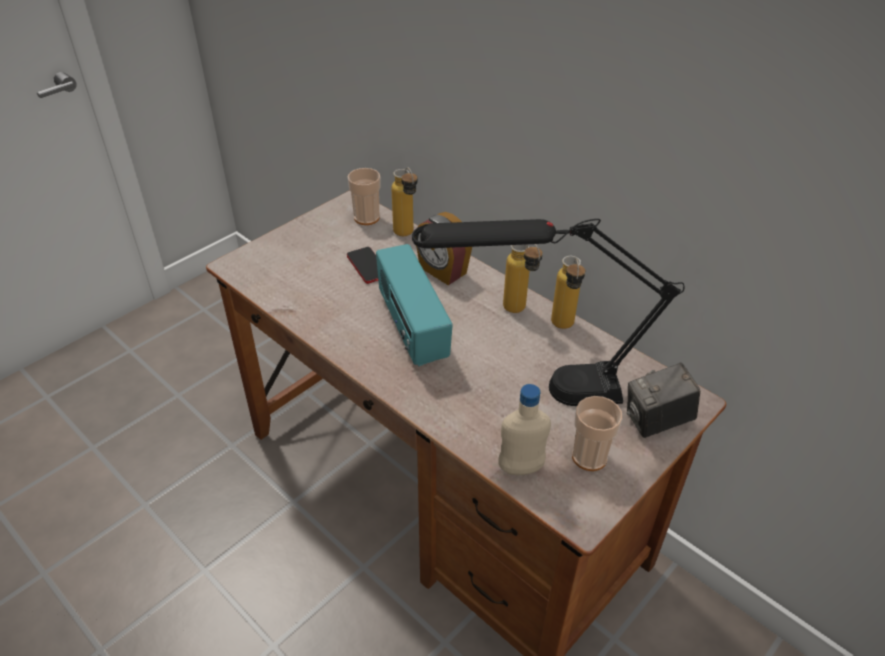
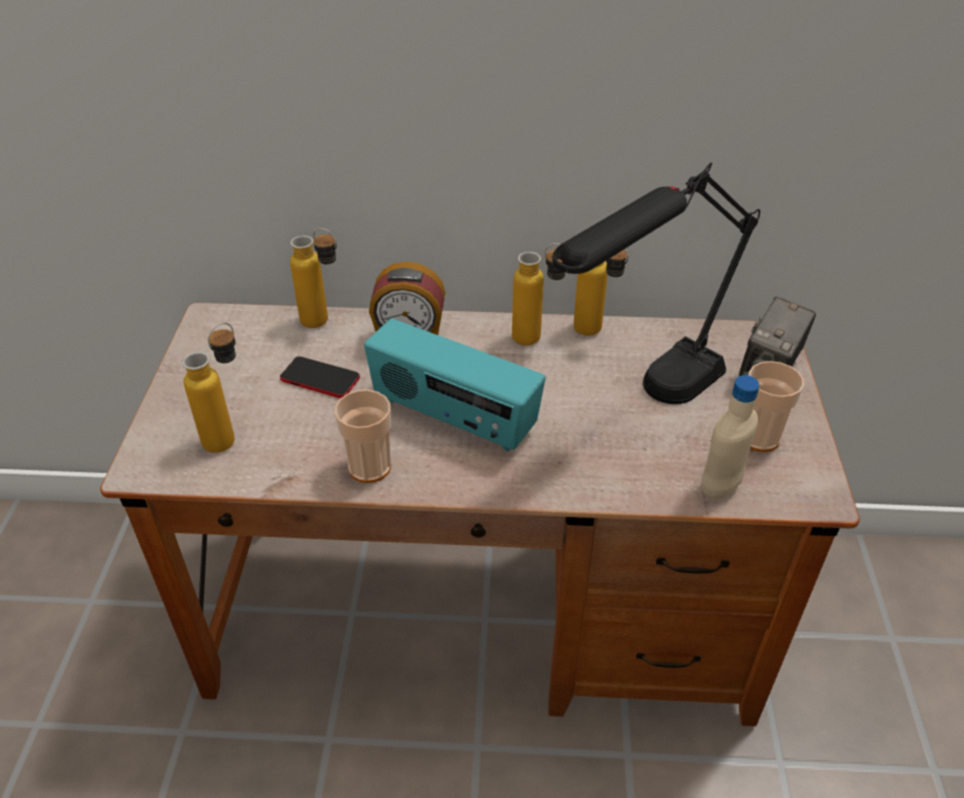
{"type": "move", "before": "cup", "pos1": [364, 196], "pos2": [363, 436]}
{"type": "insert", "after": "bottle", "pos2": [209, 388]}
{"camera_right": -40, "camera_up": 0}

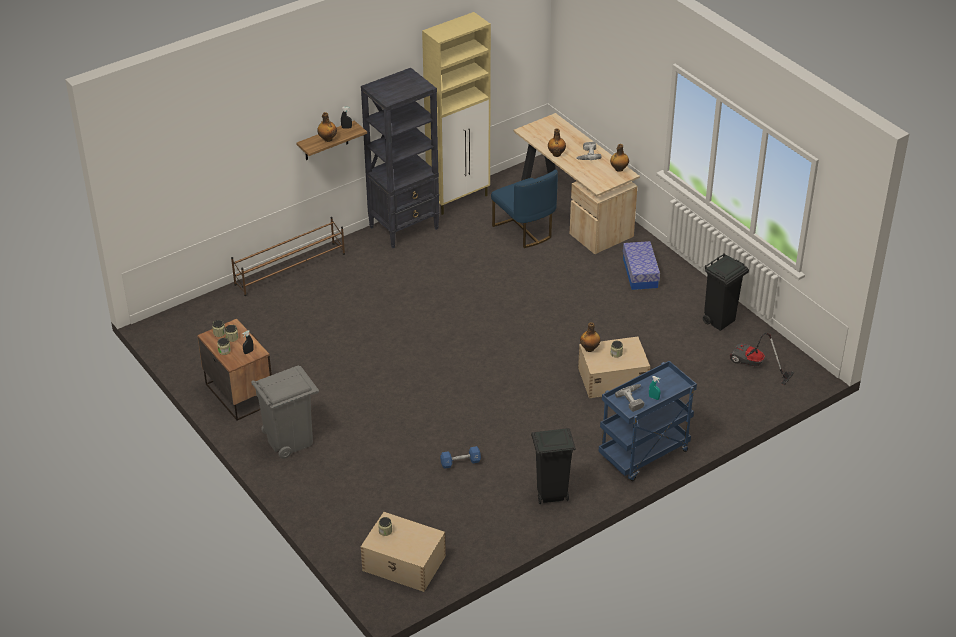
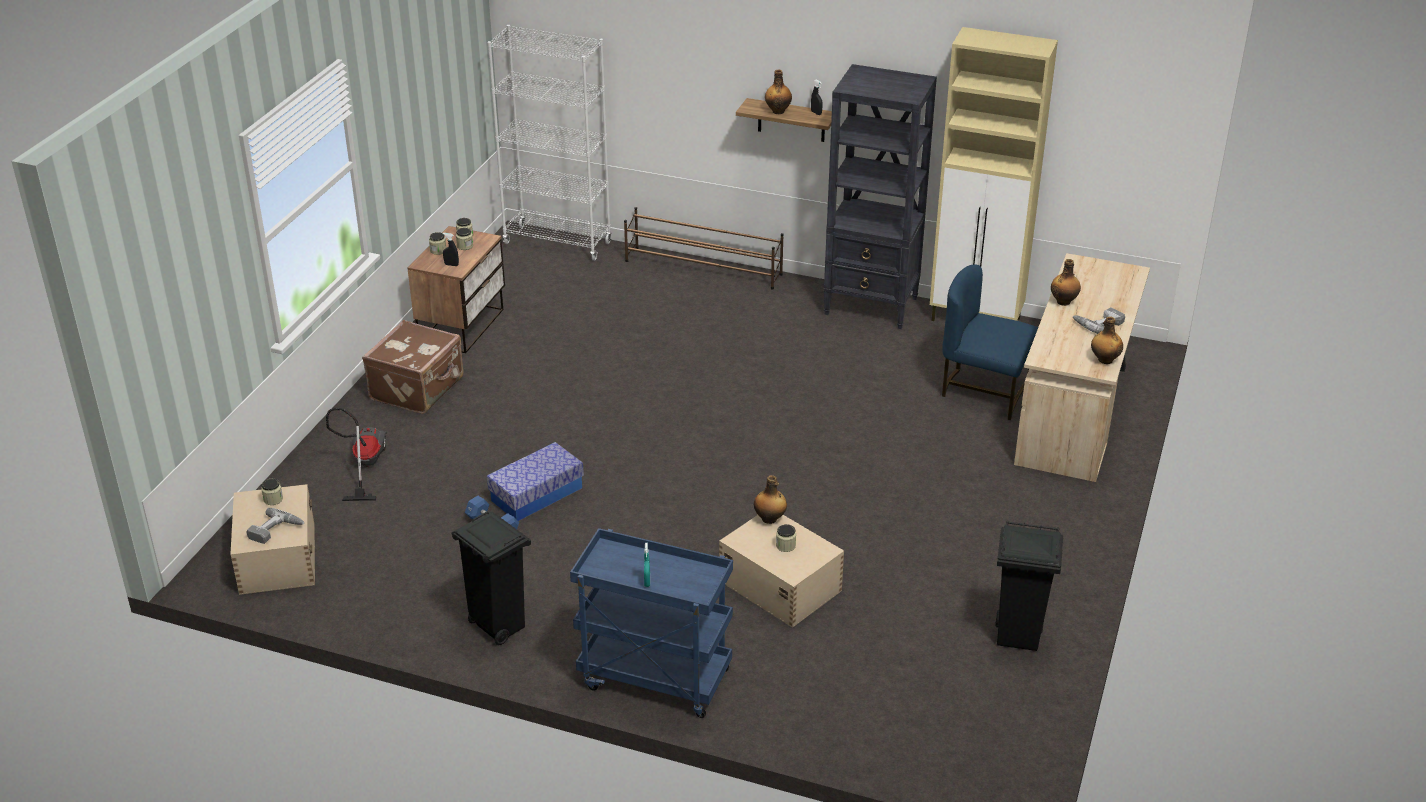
{"type": "rotate", "before": "blue chair", "pos1": [524, 209], "pos2": [990, 342], "turn": 90}
{"type": "move", "before": "storage box", "pos1": [641, 265], "pos2": [535, 481]}
{"type": "move", "before": "vacuum cleaner", "pos1": [762, 359], "pos2": [356, 454]}
{"type": "replace", "before": "grey trash can", "after": "brown suitcase", "pos1": [285, 412], "pos2": [413, 367]}
{"type": "move", "before": "power drill", "pos1": [629, 398], "pos2": [275, 526]}
{"type": "insert", "after": "white bookcase", "pos2": [550, 143]}
{"camera_right": 55, "camera_up": -5}

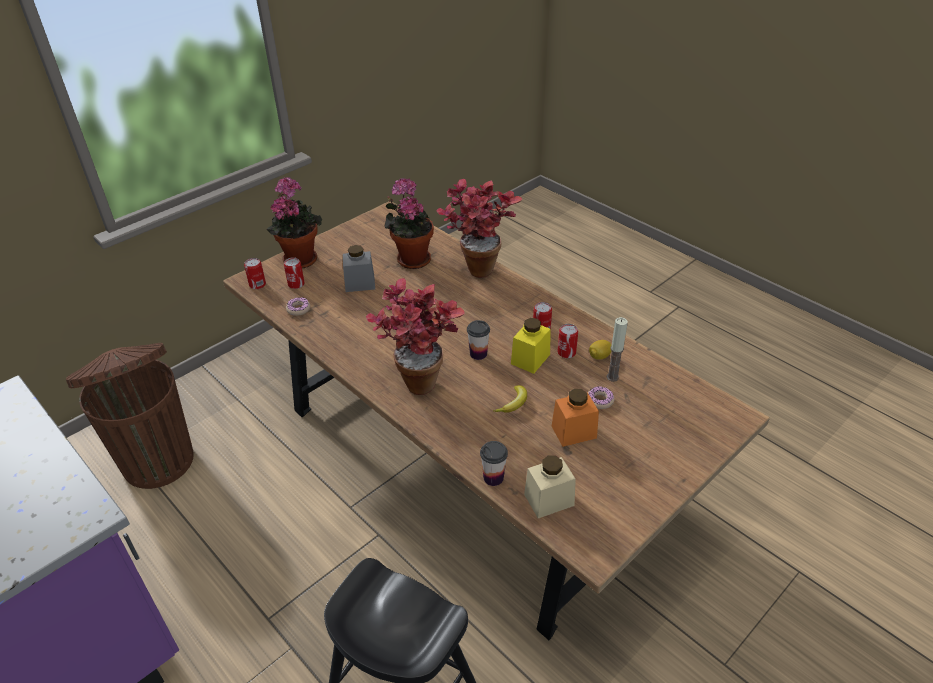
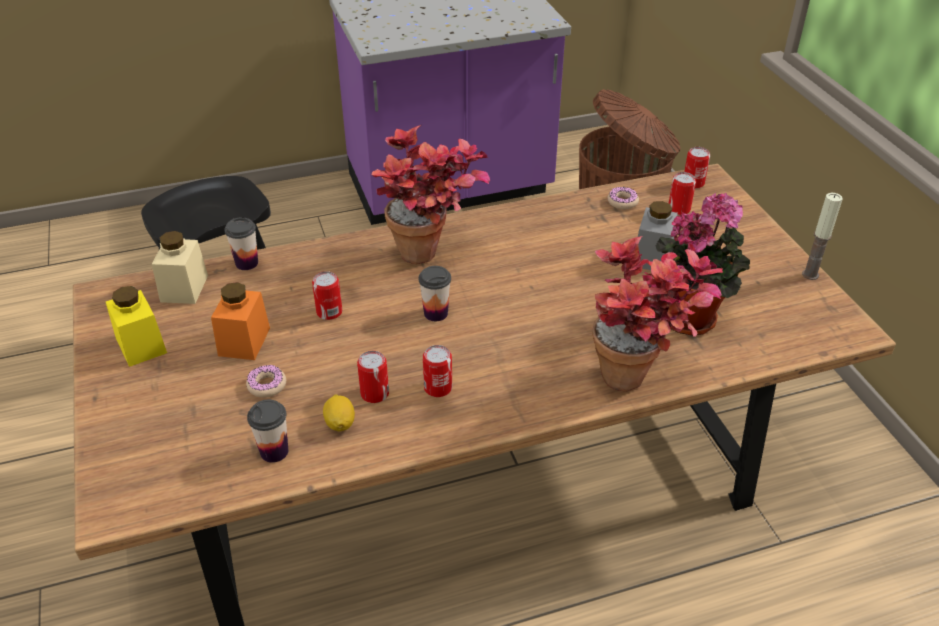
{"type": "delete", "before": "potted plant", "pos1": [294, 222]}
{"type": "move", "before": "candle", "pos1": [617, 349], "pos2": [822, 236]}
{"type": "move", "before": "yellow jar", "pos1": [531, 346], "pos2": [136, 326]}
{"type": "replace", "before": "banana", "after": "can", "pos1": [510, 399], "pos2": [327, 295]}
{"type": "insert", "after": "cup", "pos2": [267, 431]}
{"camera_right": 115, "camera_up": 0}

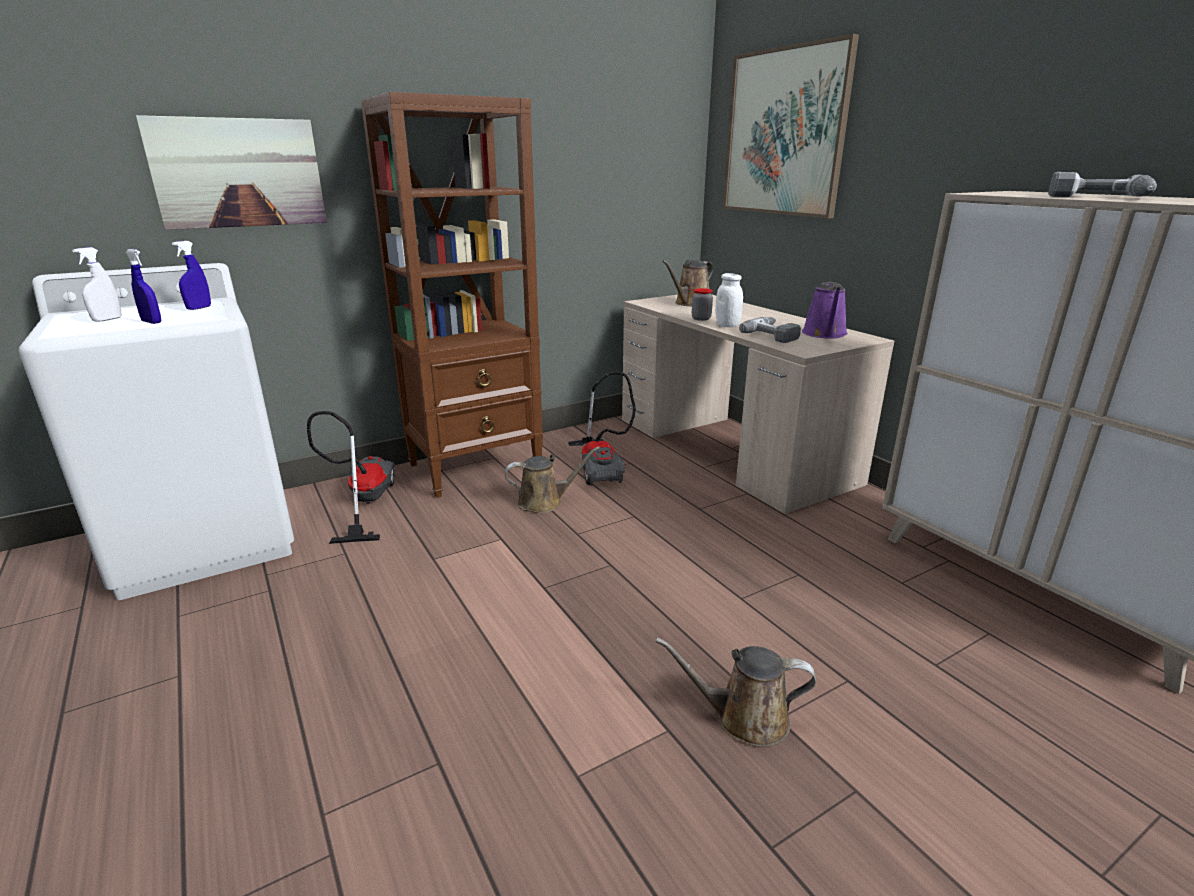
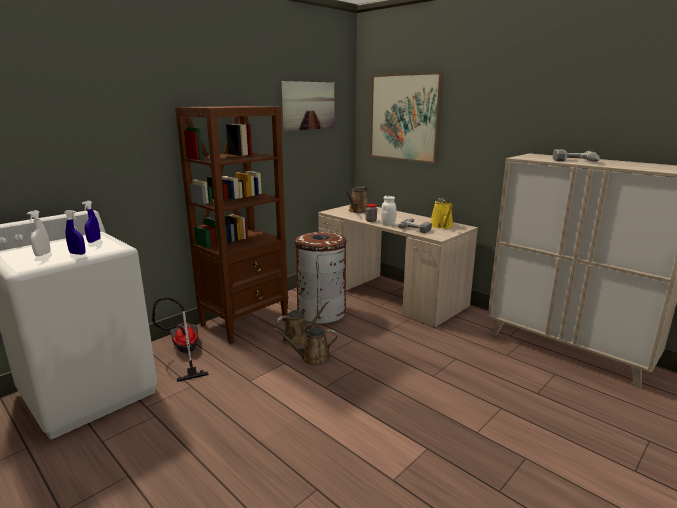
{"type": "move", "before": "picture", "pos1": [231, 172], "pos2": [308, 106]}
{"type": "recolor", "before": "purple watering can", "after": "yellow watering can", "pos1": [825, 310], "pos2": [442, 213]}
{"type": "replace", "before": "vacuum cleaner", "after": "brown trash can", "pos1": [602, 429], "pos2": [321, 278]}
{"type": "move", "before": "brown watering can", "pos1": [735, 692], "pos2": [305, 346]}
{"camera_right": -15, "camera_up": -5}

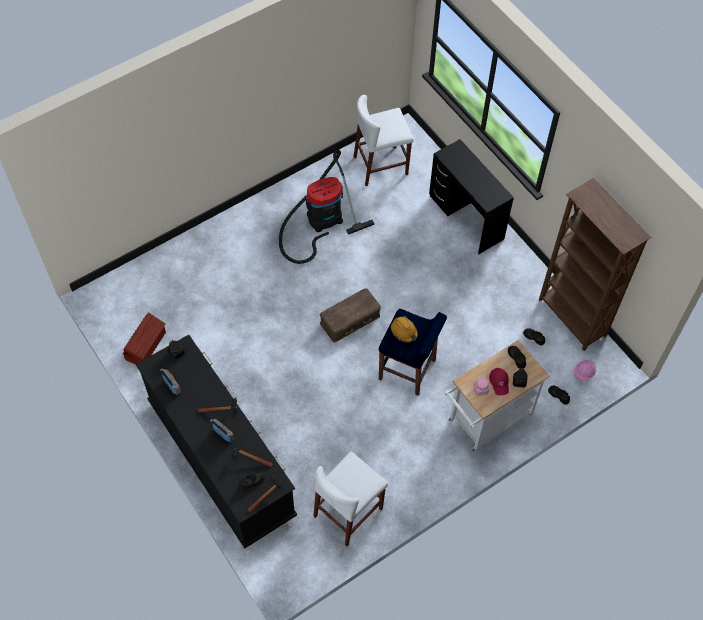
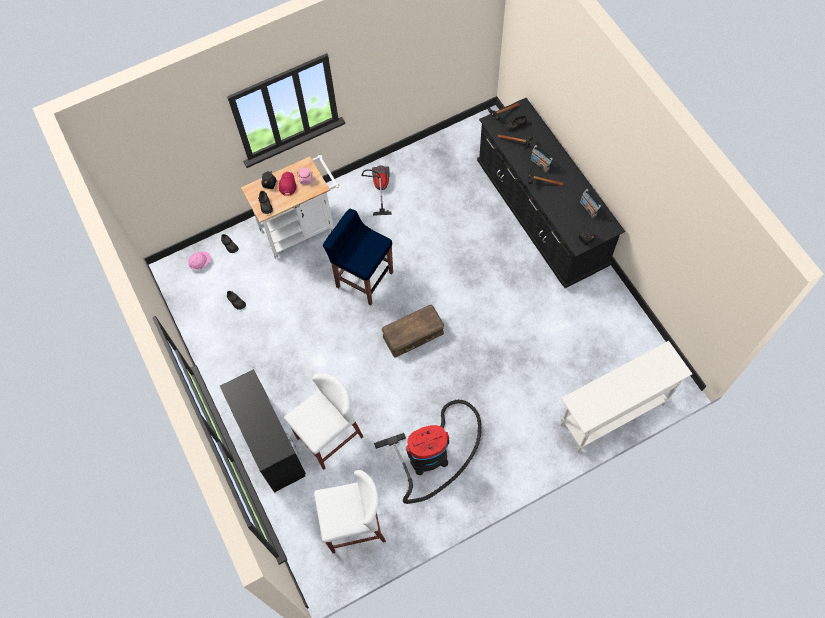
{"type": "delete", "before": "brown bookcase", "pos1": [595, 264]}
{"type": "delete", "before": "brown storage box", "pos1": [144, 338]}
{"type": "delete", "before": "orange hard hat", "pos1": [404, 329]}
{"type": "move", "before": "white stool", "pos1": [350, 499], "pos2": [324, 421]}
{"type": "insert", "after": "vacuum cleaner", "pos2": [376, 190]}
{"type": "insert", "after": "white console table", "pos2": [626, 397]}
{"camera_right": -170, "camera_up": 5}

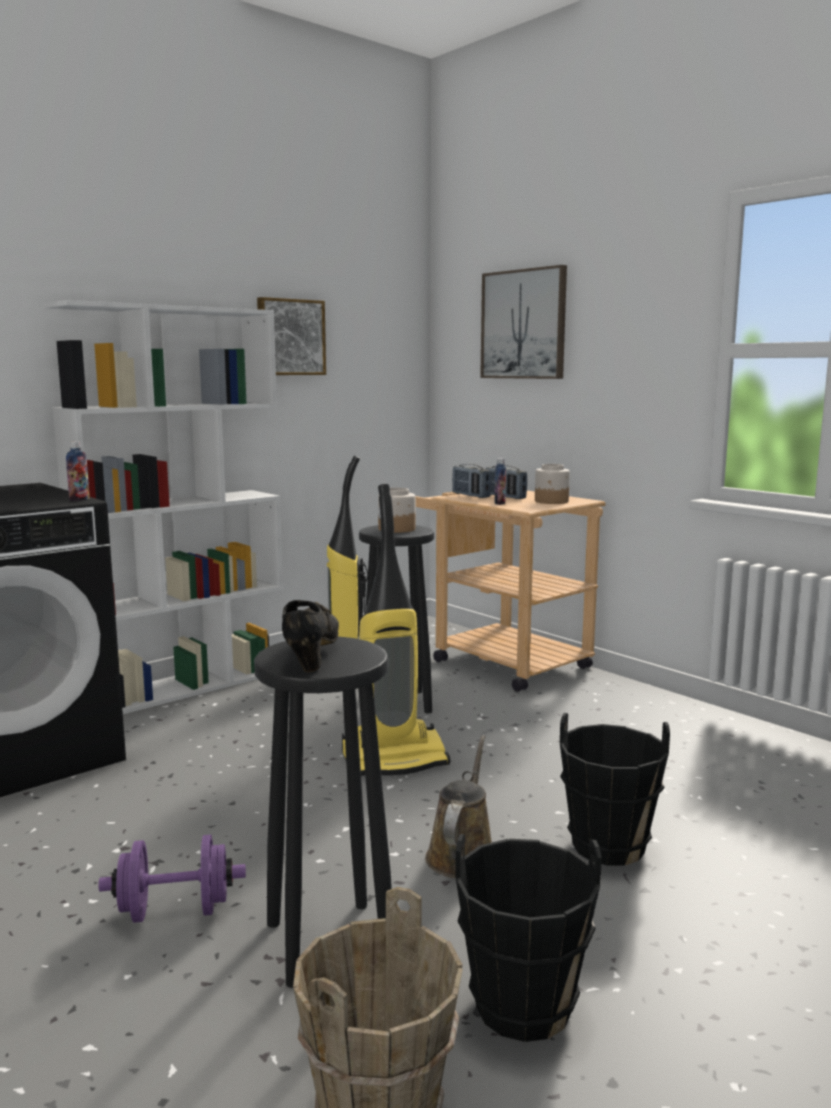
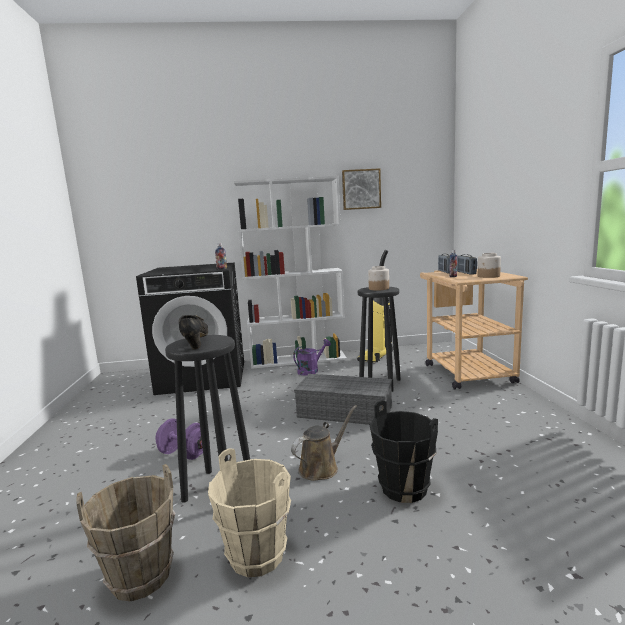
{"type": "delete", "before": "picture", "pos1": [523, 322]}
{"type": "replace", "before": "vacuum cleaner", "after": "grey storage box", "pos1": [396, 630], "pos2": [343, 399]}
{"type": "rotate", "before": "black shoe", "pos1": [310, 636], "pos2": [193, 332], "turn": -45}
{"type": "recolor", "before": "black bucket", "after": "beige bucket", "pos1": [528, 938], "pos2": [249, 512]}
{"type": "insert", "after": "purple watering can", "pos2": [312, 357]}
{"camera_right": 35, "camera_up": 0}

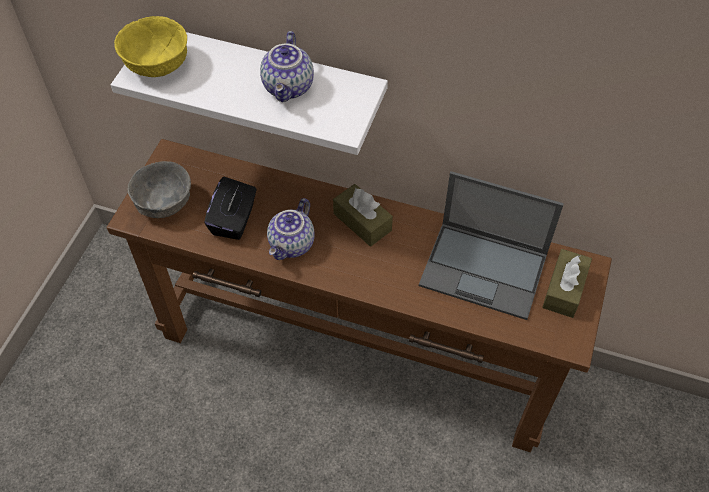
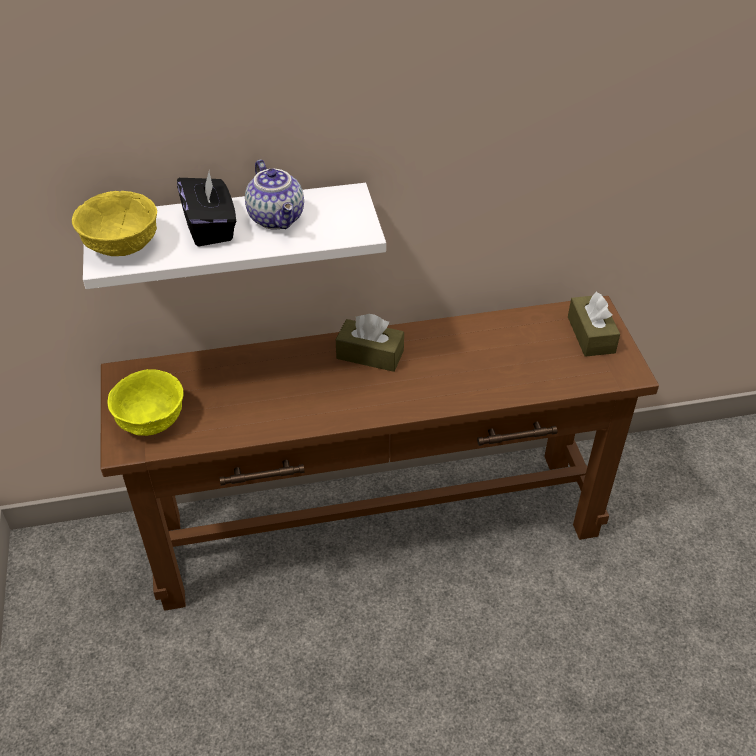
{"type": "recolor", "before": "grey bowl", "after": "yellow bowl", "pos1": [159, 189], "pos2": [145, 402]}
{"type": "delete", "before": "laptop", "pos1": [491, 245]}
{"type": "move", "before": "black tissue box", "pos1": [230, 208], "pos2": [206, 208]}
{"type": "delete", "before": "teapot", "pos1": [291, 229]}
{"camera_right": -30, "camera_up": -10}

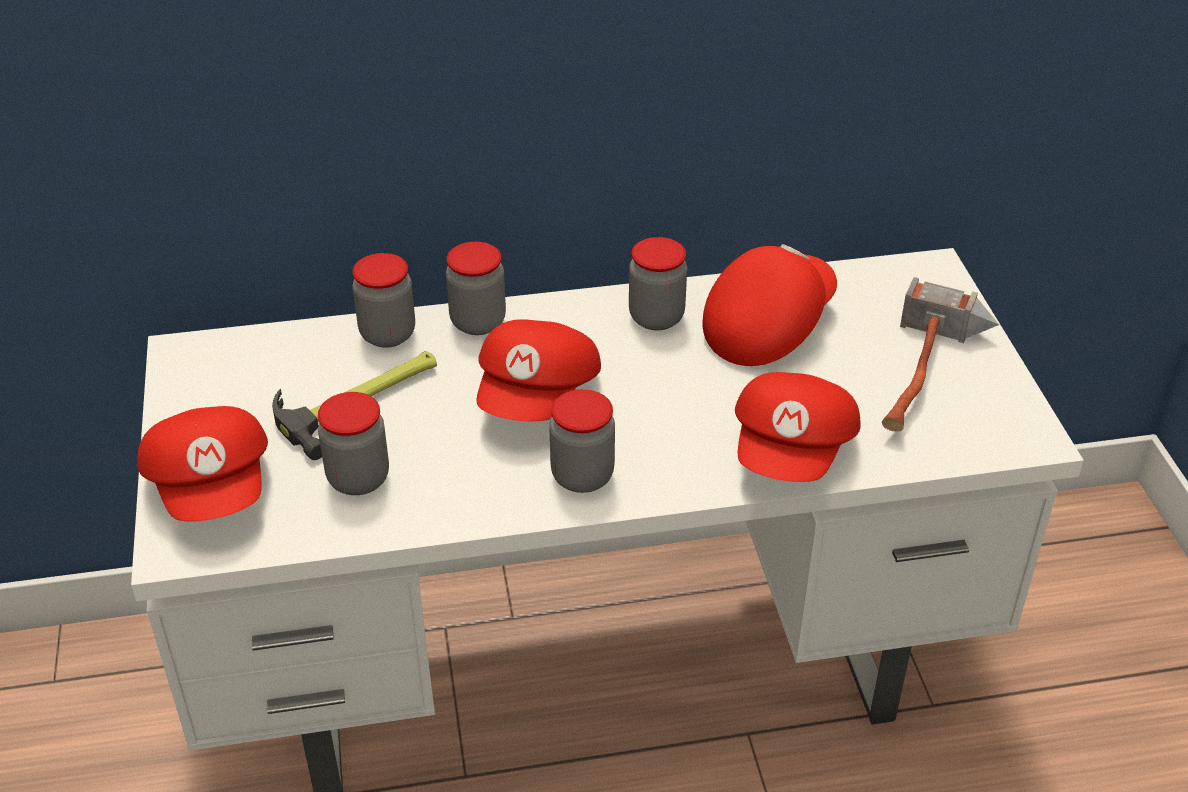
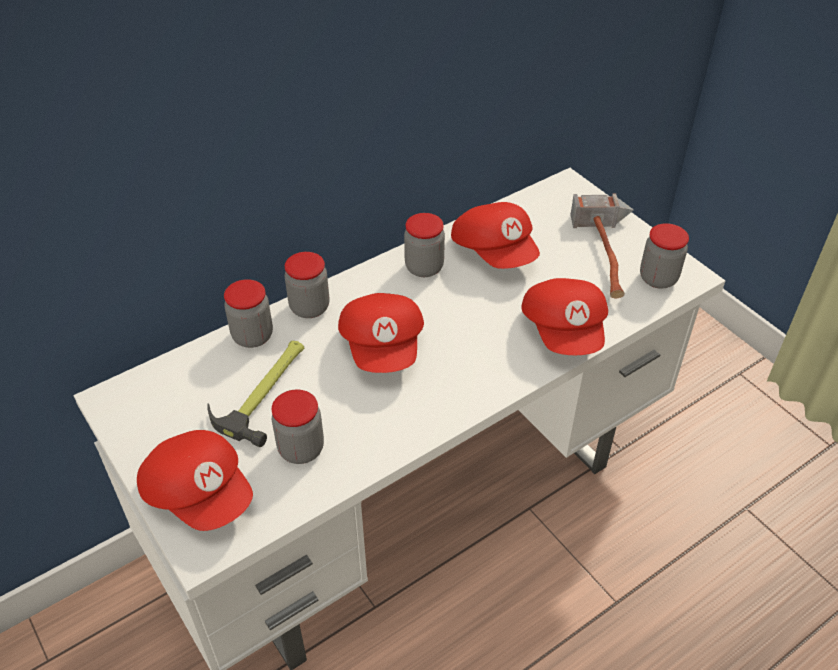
{"type": "rotate", "before": "red cap", "pos1": [769, 305], "pos2": [495, 235], "turn": 135}
{"type": "move", "before": "jar", "pos1": [582, 441], "pos2": [664, 256]}
{"camera_right": -25, "camera_up": 5}

